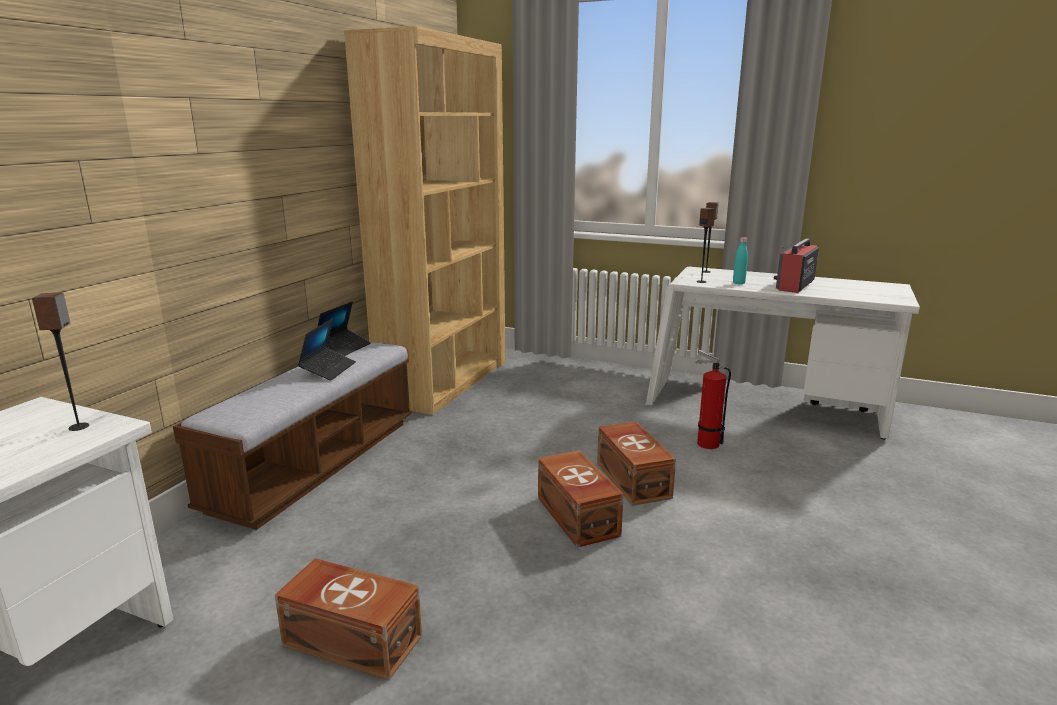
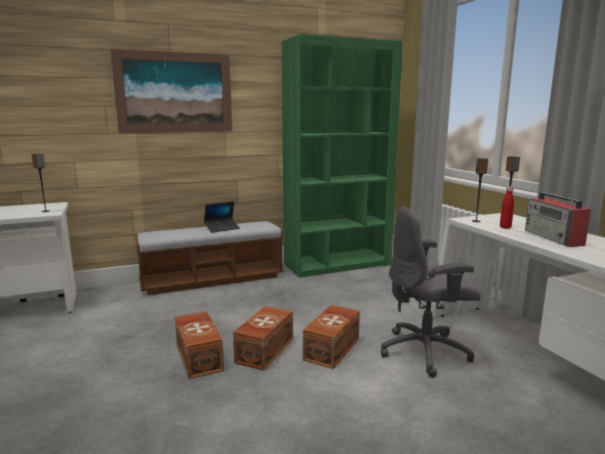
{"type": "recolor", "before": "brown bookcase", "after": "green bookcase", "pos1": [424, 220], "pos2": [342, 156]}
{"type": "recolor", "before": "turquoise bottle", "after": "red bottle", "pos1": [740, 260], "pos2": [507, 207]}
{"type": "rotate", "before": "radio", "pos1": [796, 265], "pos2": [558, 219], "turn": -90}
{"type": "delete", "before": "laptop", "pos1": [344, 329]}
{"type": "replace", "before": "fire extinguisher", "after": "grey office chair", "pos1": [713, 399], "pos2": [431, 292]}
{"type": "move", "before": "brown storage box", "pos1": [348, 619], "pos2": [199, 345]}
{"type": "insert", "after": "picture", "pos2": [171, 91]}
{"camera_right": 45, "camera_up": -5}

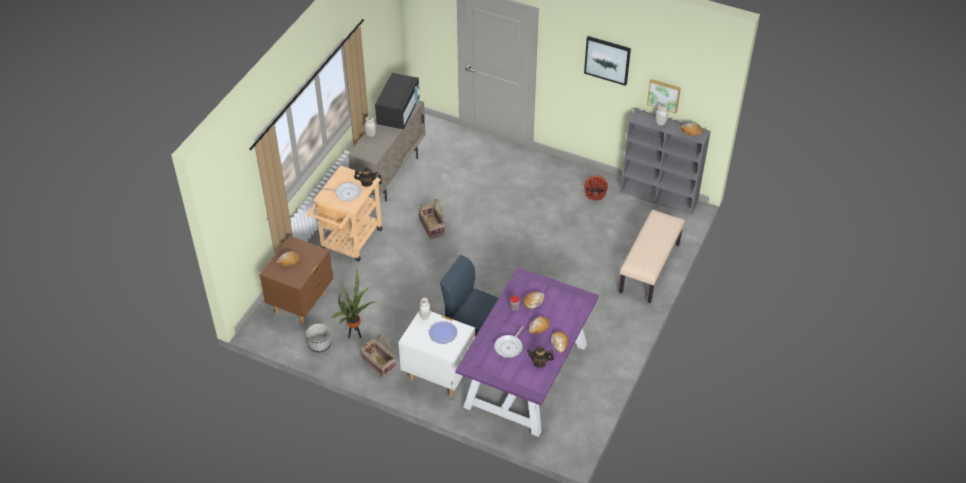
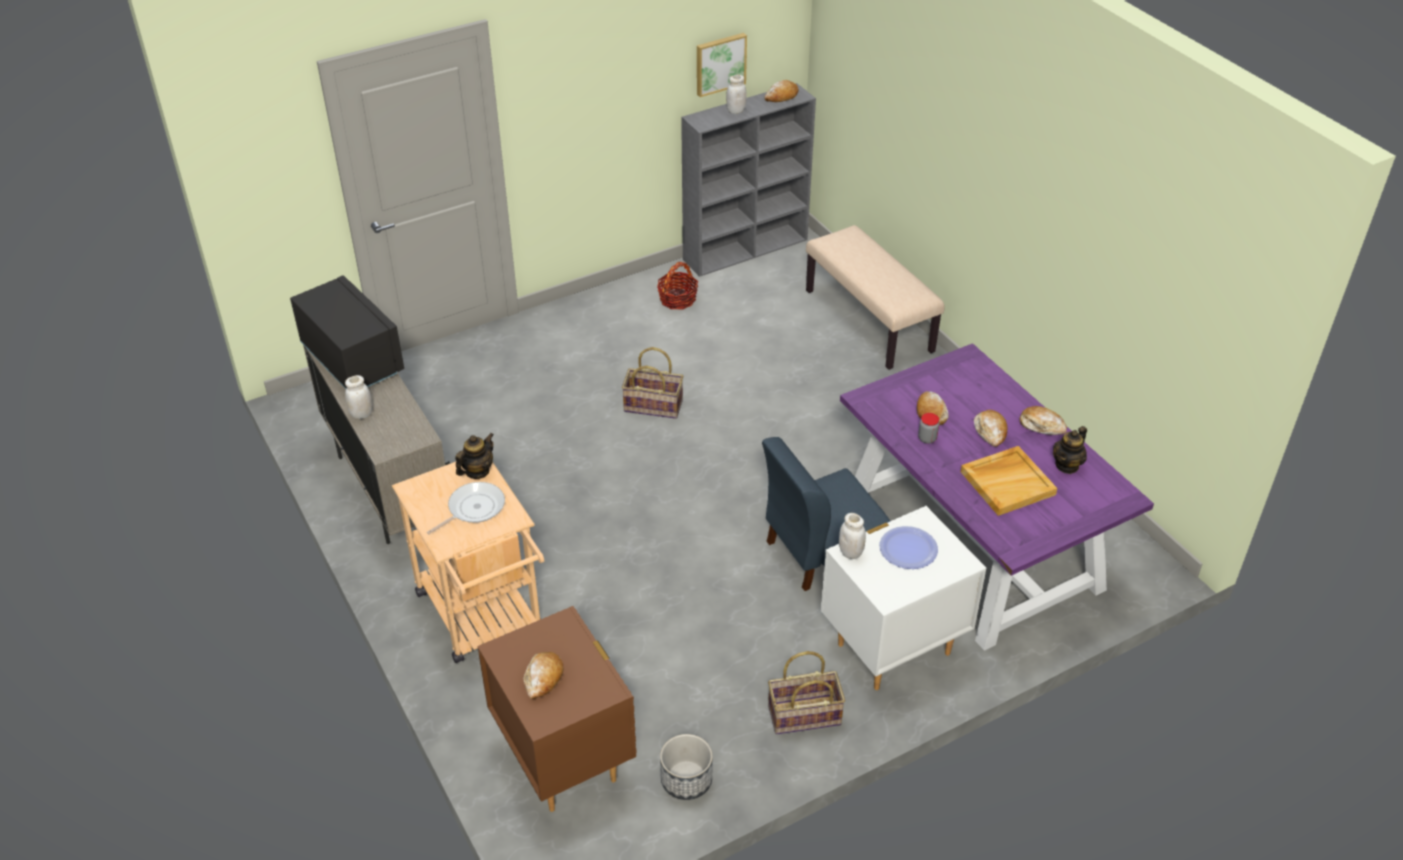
{"type": "delete", "before": "picture", "pos1": [607, 61]}
{"type": "move", "before": "basket", "pos1": [431, 219], "pos2": [653, 383]}
{"type": "delete", "before": "potted plant", "pos1": [353, 304]}
{"type": "replace", "before": "frying pan", "after": "beige tray", "pos1": [509, 342], "pos2": [1009, 481]}
{"camera_right": -55, "camera_up": -5}

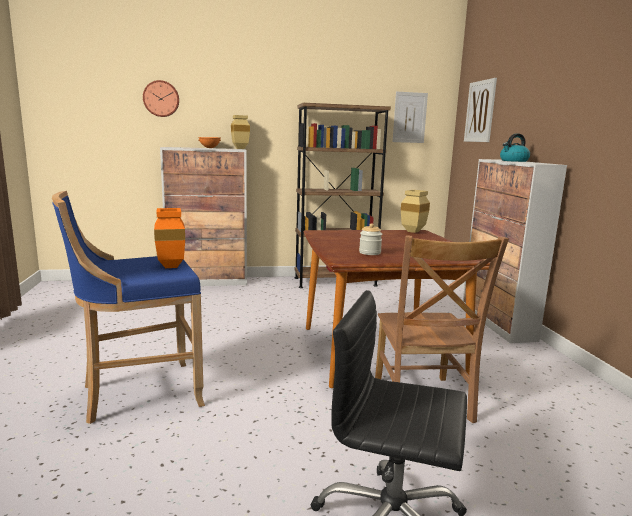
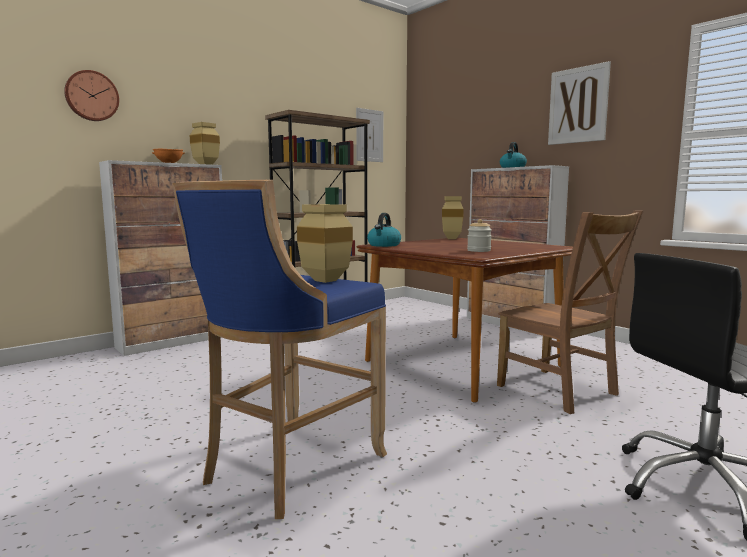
{"type": "move", "before": "picture", "pos1": [480, 110], "pos2": [579, 103]}
{"type": "recolor", "before": "orange vase", "after": "beige vase", "pos1": [169, 238], "pos2": [325, 243]}
{"type": "insert", "after": "kettle", "pos2": [384, 230]}
{"camera_right": -30, "camera_up": -5}

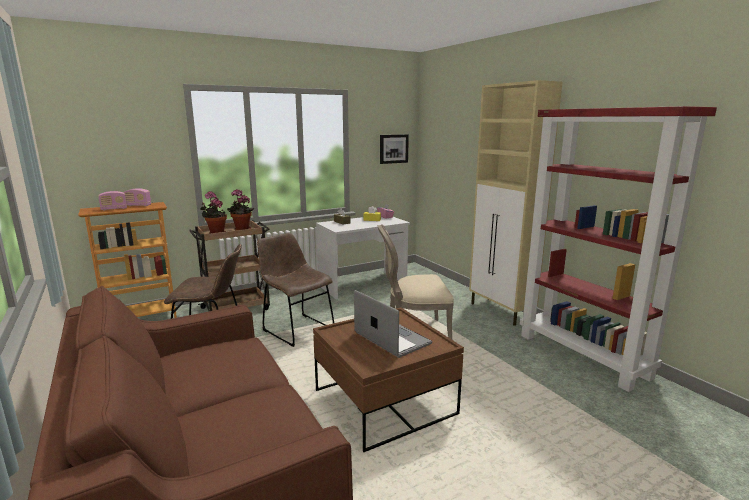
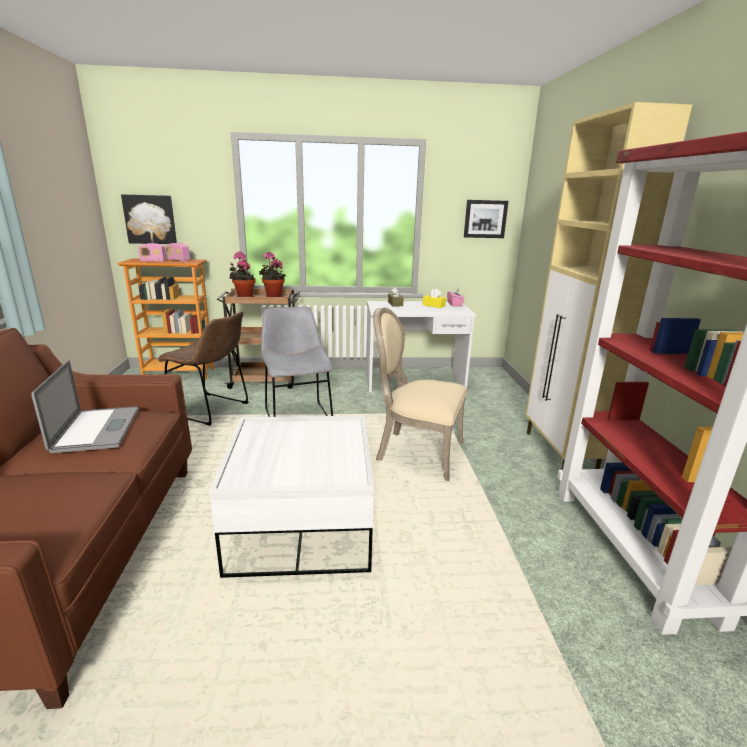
{"type": "recolor", "before": "brown chair", "after": "grey chair", "pos1": [295, 290], "pos2": [297, 361]}
{"type": "move", "before": "laptop", "pos1": [393, 324], "pos2": [85, 406]}
{"type": "recolor", "before": "brown coffee table", "after": "white coffee table", "pos1": [388, 379], "pos2": [291, 497]}
{"type": "insert", "after": "picture", "pos2": [149, 219]}
{"camera_right": 25, "camera_up": 5}

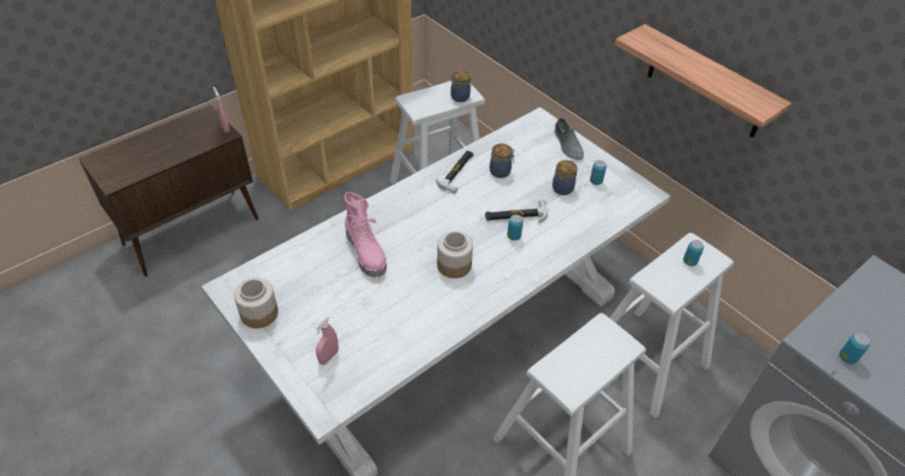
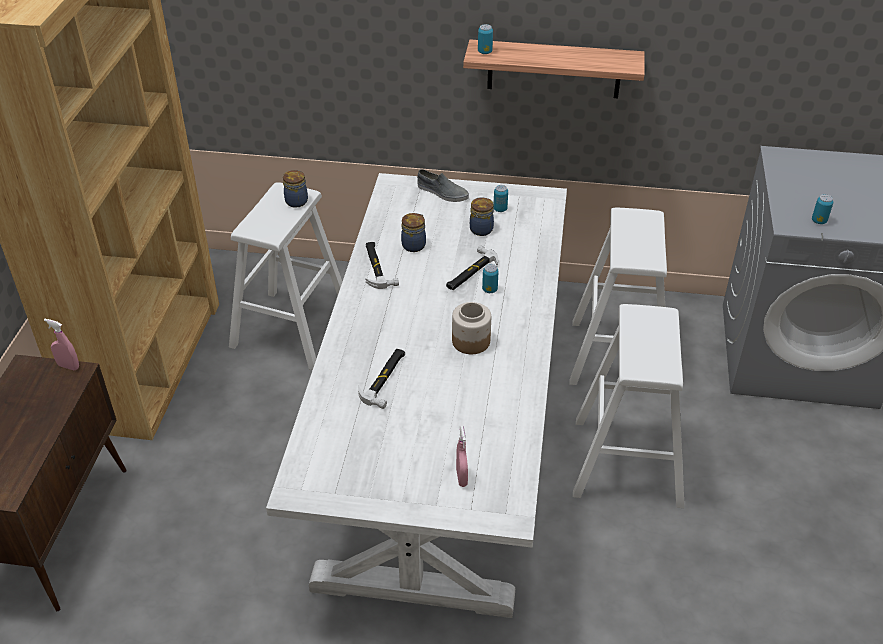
{"type": "replace", "before": "pink boot", "after": "hammer", "pos1": [365, 234], "pos2": [381, 379]}
{"type": "move", "before": "can", "pos1": [693, 253], "pos2": [485, 39]}
{"type": "delete", "before": "jar", "pos1": [256, 303]}
{"camera_right": -40, "camera_up": -5}

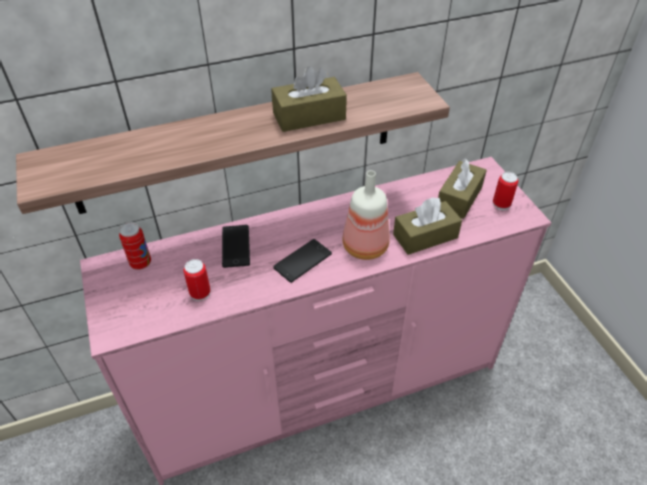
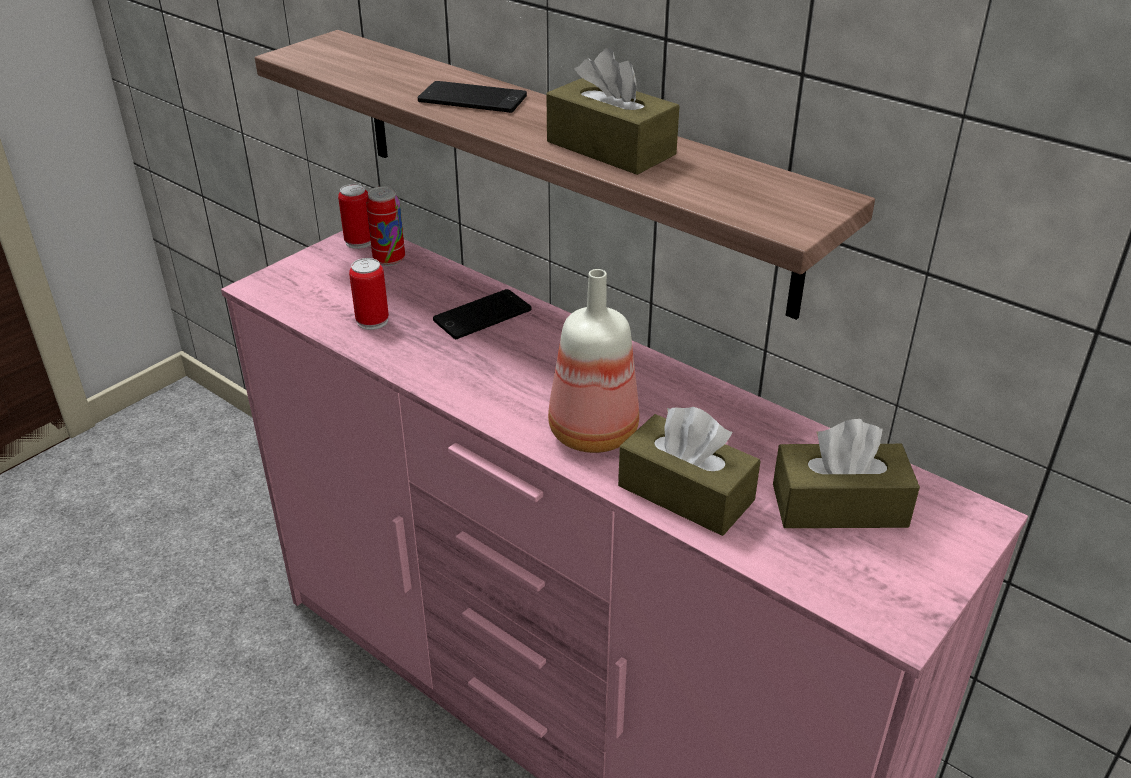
{"type": "move", "before": "can", "pos1": [505, 191], "pos2": [354, 216]}
{"type": "move", "before": "phone", "pos1": [302, 261], "pos2": [472, 97]}
{"camera_right": 60, "camera_up": -10}

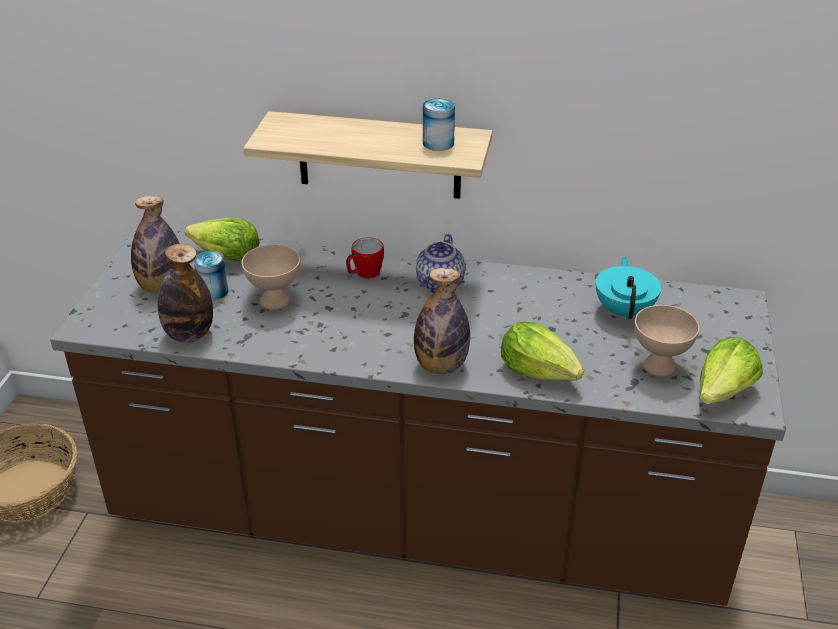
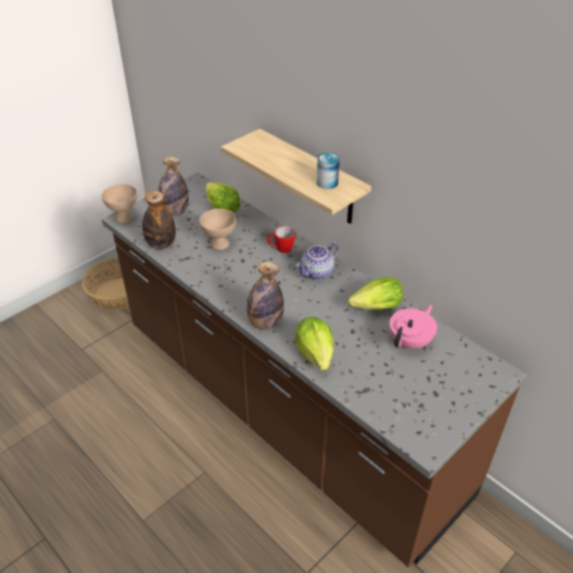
{"type": "delete", "before": "can", "pos1": [211, 275]}
{"type": "recolor", "before": "turquoise teapot", "after": "pink teapot", "pos1": [628, 288], "pos2": [413, 327]}
{"type": "move", "before": "beige bowl", "pos1": [667, 341], "pos2": [119, 203]}
{"type": "move", "before": "lettuce", "pos1": [731, 371], "pos2": [375, 293]}
{"camera_right": 35, "camera_up": 5}

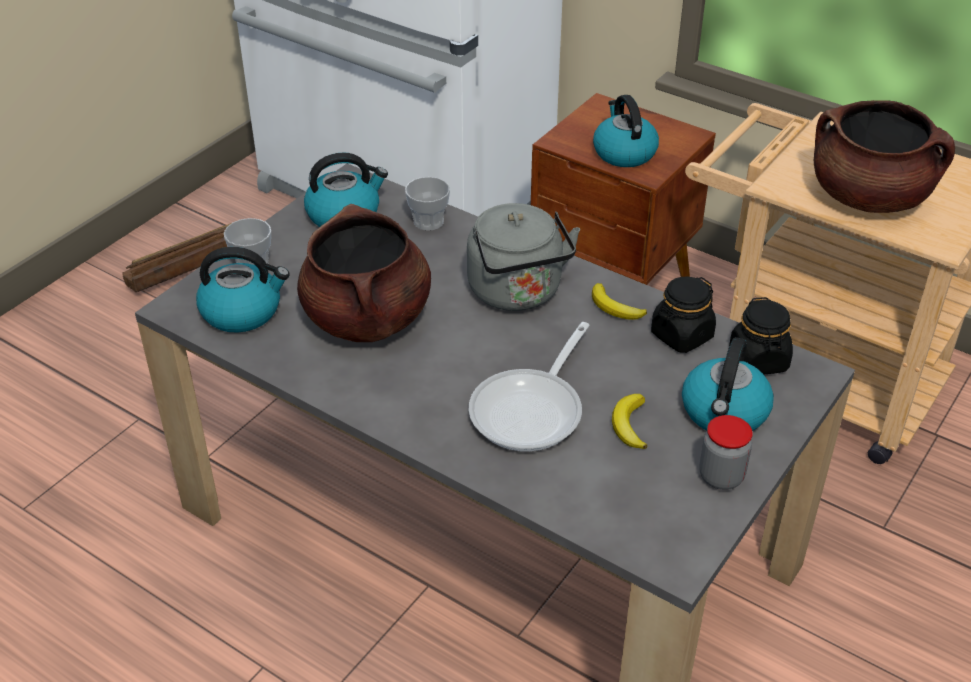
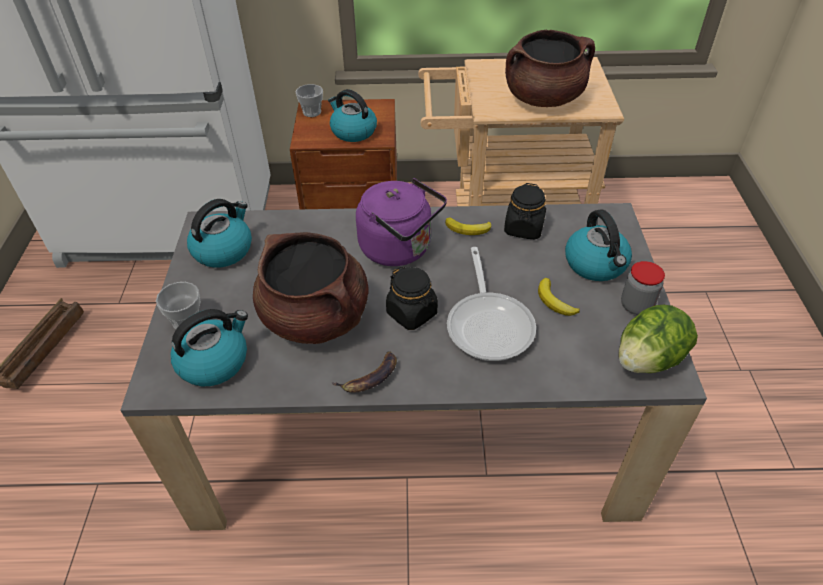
{"type": "move", "before": "cup", "pos1": [427, 204], "pos2": [309, 100]}
{"type": "recolor", "before": "grey kettle", "after": "purple kettle", "pos1": [523, 257], "pos2": [401, 222]}
{"type": "move", "before": "black jar", "pos1": [761, 335], "pos2": [412, 298]}
{"type": "insert", "after": "lettuce", "pos2": [658, 339]}
{"type": "insert", "after": "banana", "pos2": [364, 372]}
{"camera_right": -35, "camera_up": 5}

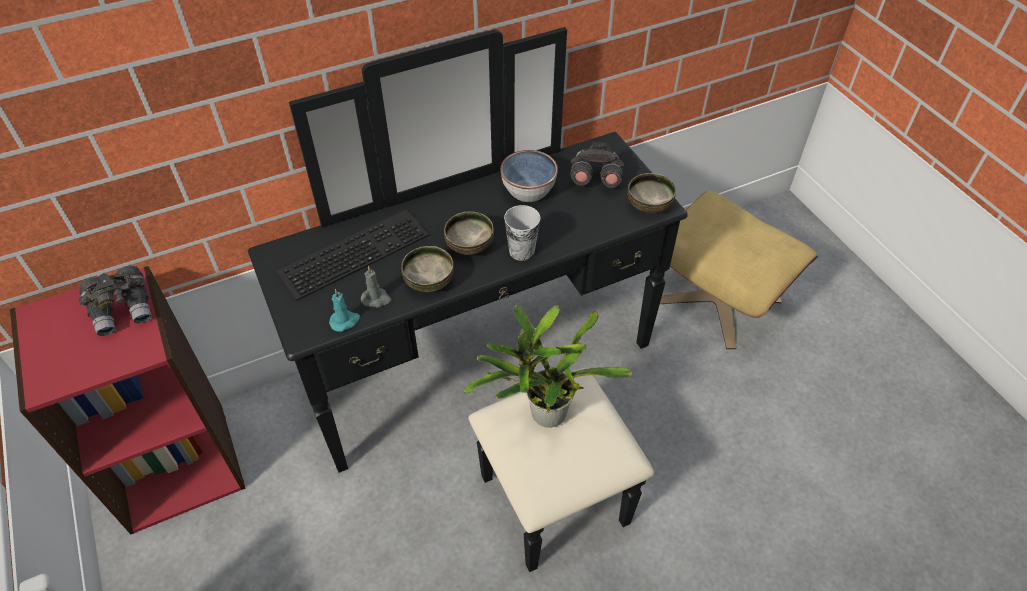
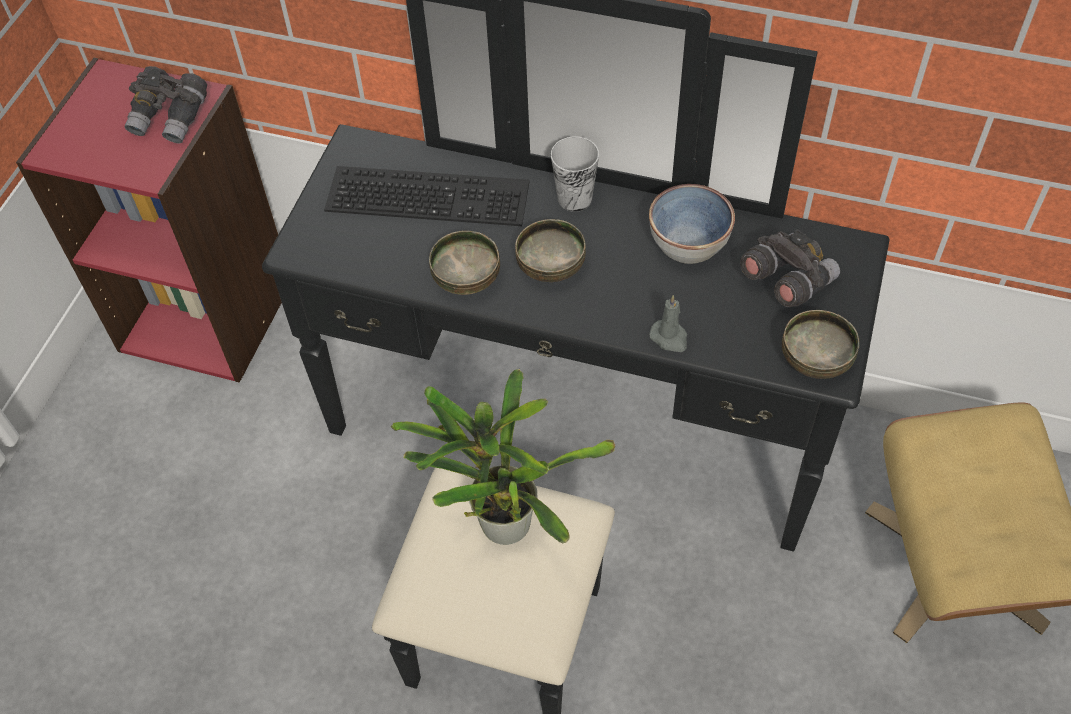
{"type": "move", "before": "cup", "pos1": [522, 233], "pos2": [575, 174]}
{"type": "move", "before": "grey candle", "pos1": [376, 286], "pos2": [668, 323]}
{"type": "delete", "before": "turquoise candle", "pos1": [344, 310]}
{"camera_right": 45, "camera_up": 5}

